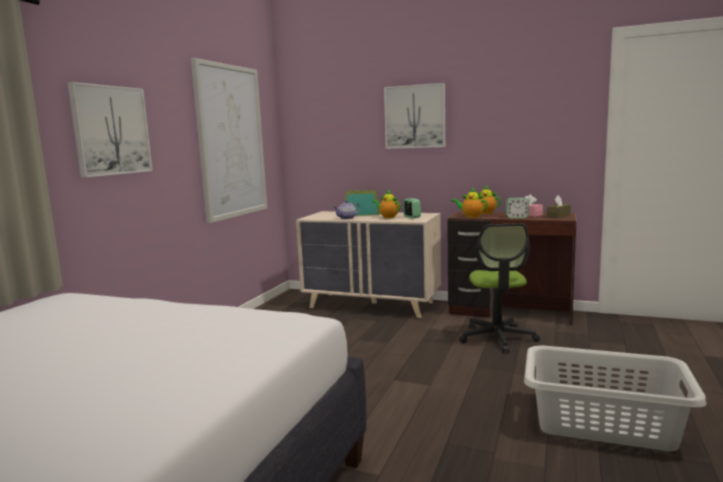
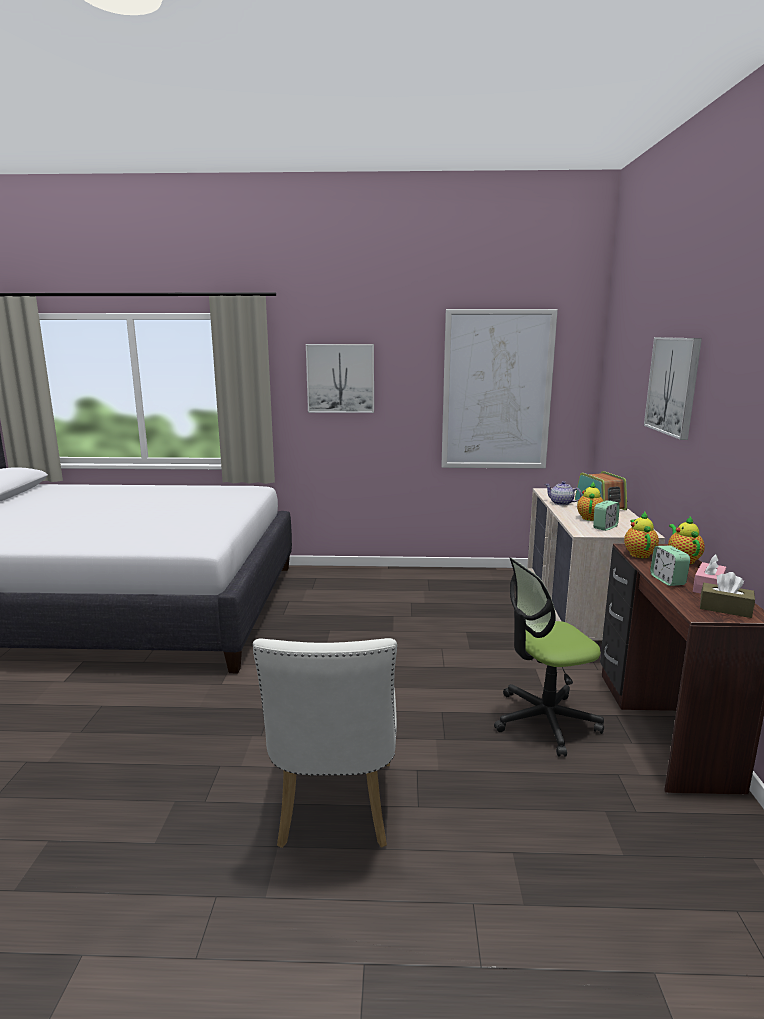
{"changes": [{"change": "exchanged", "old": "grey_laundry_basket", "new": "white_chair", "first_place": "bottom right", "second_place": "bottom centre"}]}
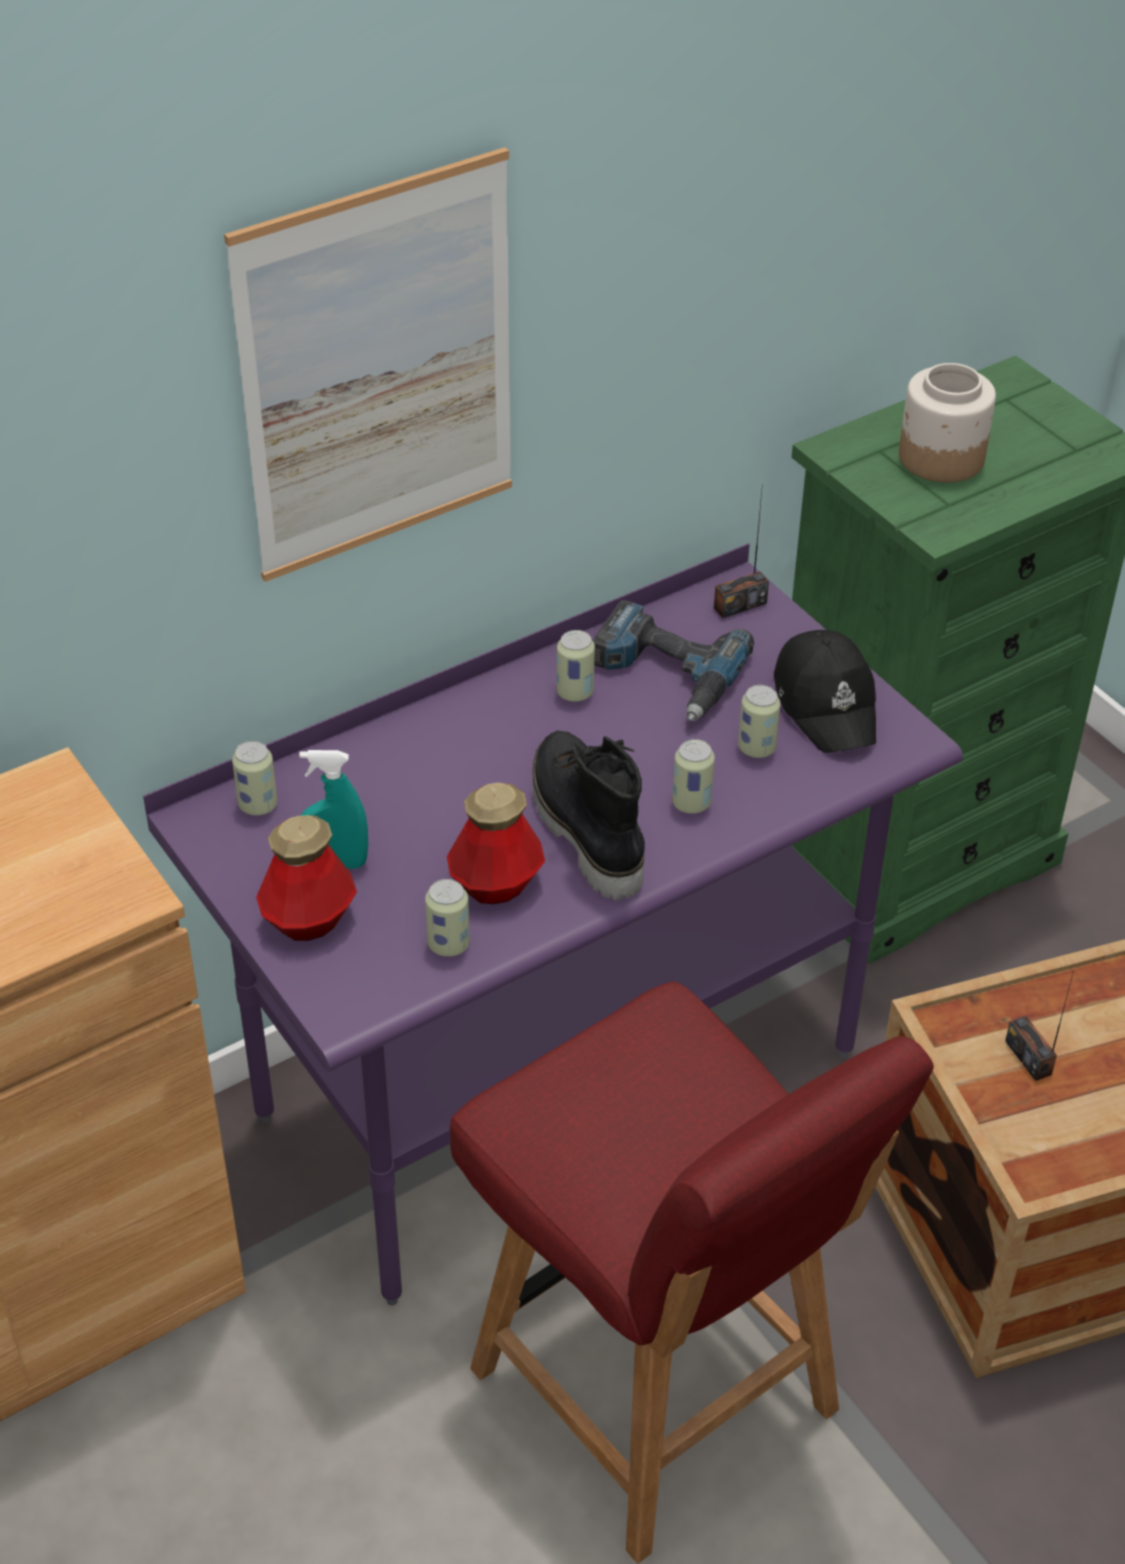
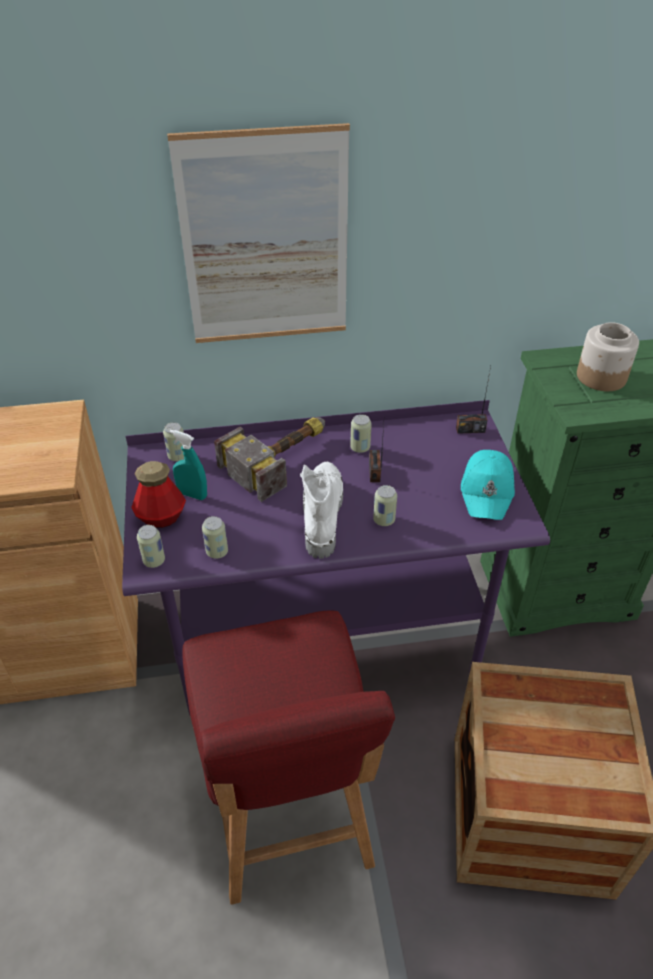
{"changes": [{"change": "relocated", "old": "can (no. 5 from left in the first image)", "new": "can (no. 1 from left)", "first_place": "middle right", "second_place": "middle left"}, {"change": "appeared", "new": "hammer", "second_place": "centre"}, {"change": "colour", "old": "black_boot", "new": "white_boot", "first_place": "centre", "second_place": "centre"}, {"change": "relocated", "old": "radio (no. 2 from left in the first image)", "new": "radio (no. 1 from left)", "first_place": "middle right", "second_place": "centre"}, {"change": "colour", "old": "black_cap", "new": "turquoise_cap", "first_place": "middle right", "second_place": "middle right"}, {"change": "missing", "old": "bottle (no. 2 from left)", "first_place": "centre"}, {"change": "missing", "old": "power_drill", "first_place": "centre"}]}
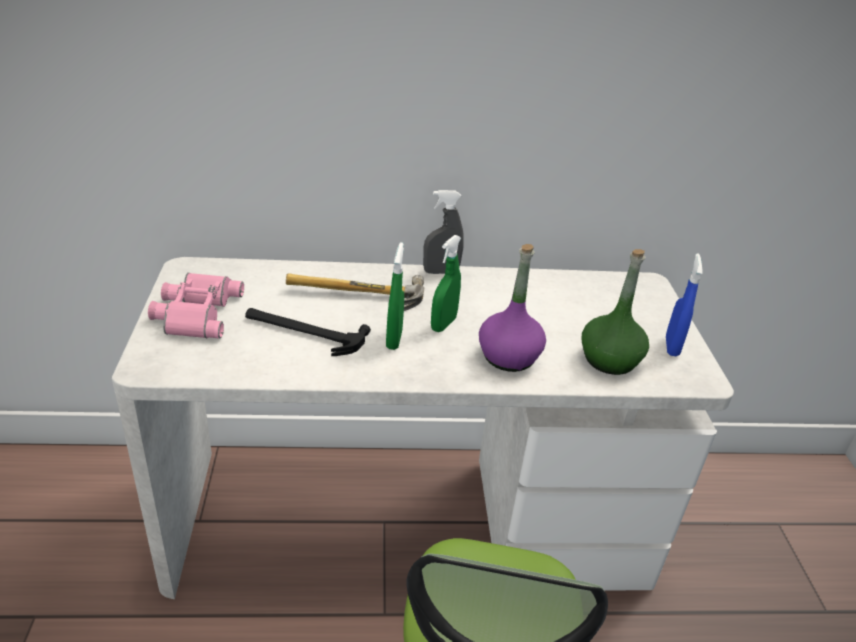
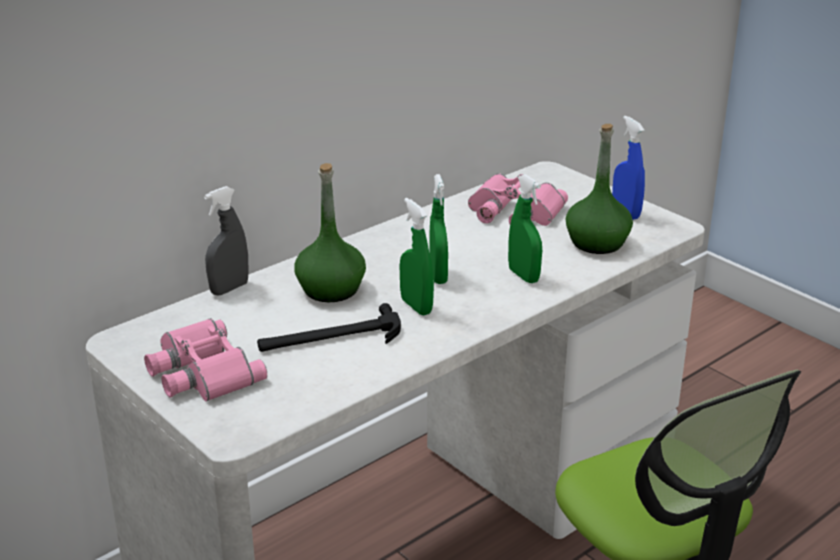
{"changes": [{"change": "relocated", "old": "grey_spray_bottle", "first_place": "centre", "second_place": "middle left"}, {"change": "exchanged", "old": "hammer (no. 2 from left)", "new": "green_bottle (no. 1 from left)", "first_place": "centre", "second_place": "centre"}, {"change": "appeared", "new": "pink_binoculars (no. 2 from left)", "second_place": "centre"}, {"change": "exchanged", "old": "purple_bottle", "new": "green_spray_bottle (no. 3 from left)", "first_place": "centre", "second_place": "centre"}]}
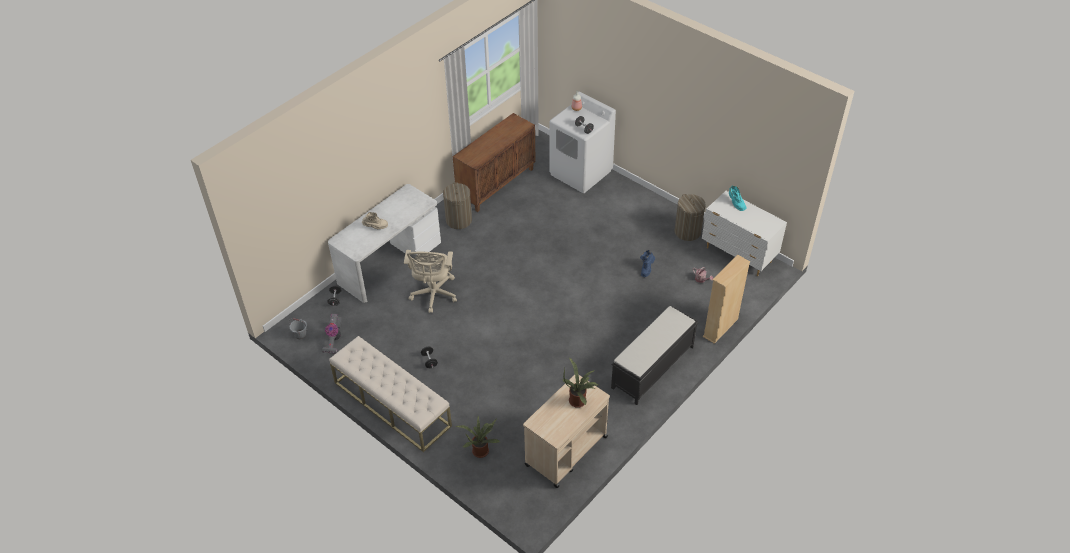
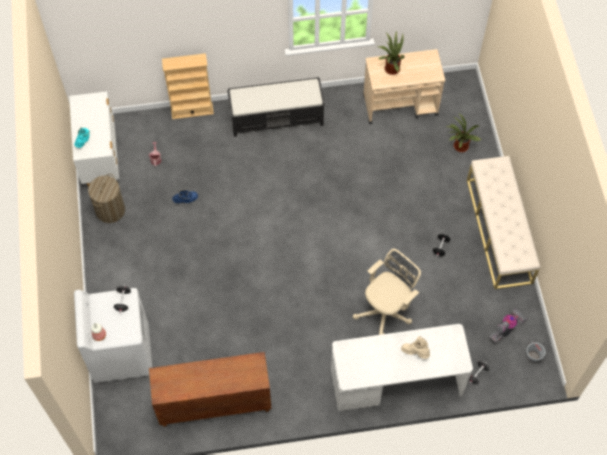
{"changes": [{"change": "missing", "old": "laundry_basket (no. 1 from left)", "first_place": "centre"}]}
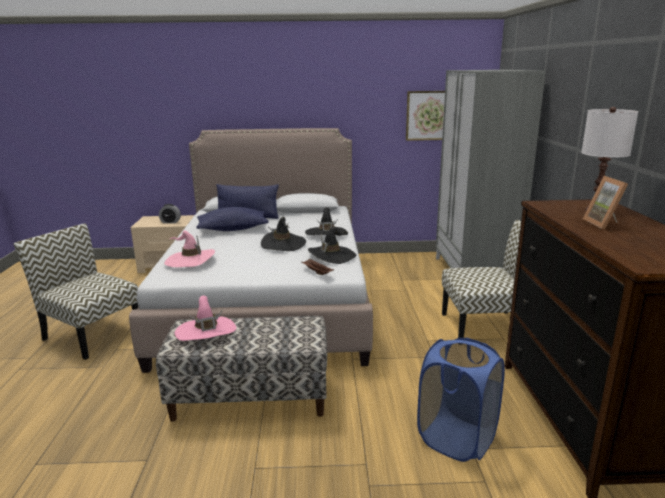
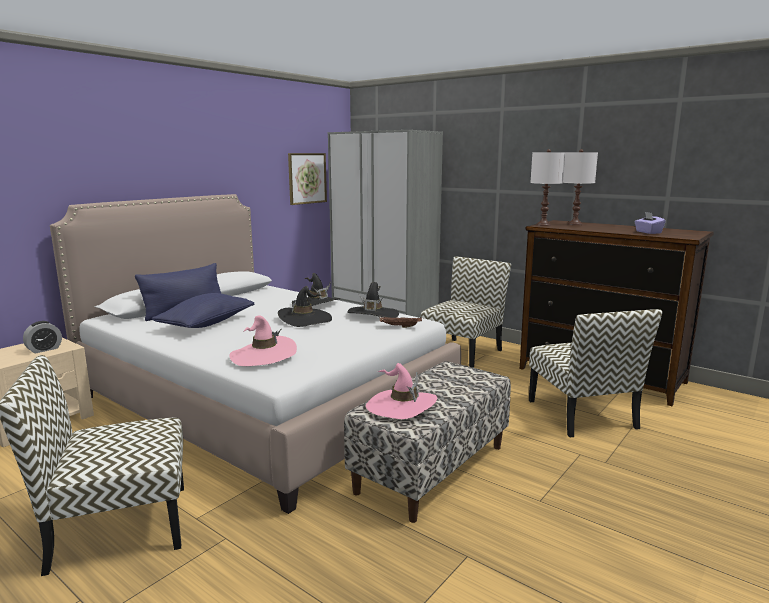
{"changes": [{"change": "exchanged", "old": "blue_laundry_basket", "new": "chair (no. 3 from left)", "first_place": "bottom right", "second_place": "middle right"}, {"change": "appeared", "new": "white_table_lamp (no. 1 from left)", "second_place": "top right"}, {"change": "appeared", "new": "purple_tissue_box", "second_place": "middle right"}, {"change": "missing", "old": "picture_frame", "first_place": "middle right"}]}
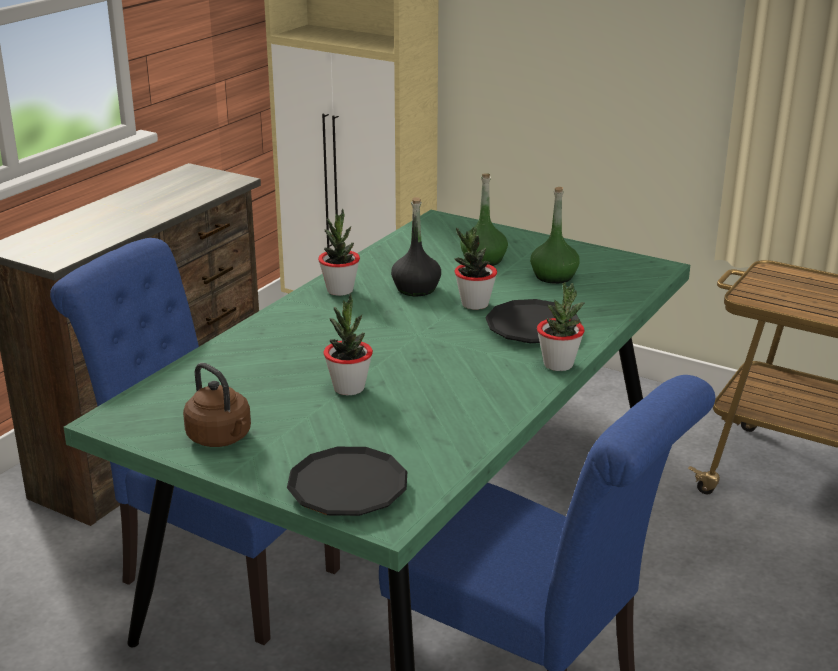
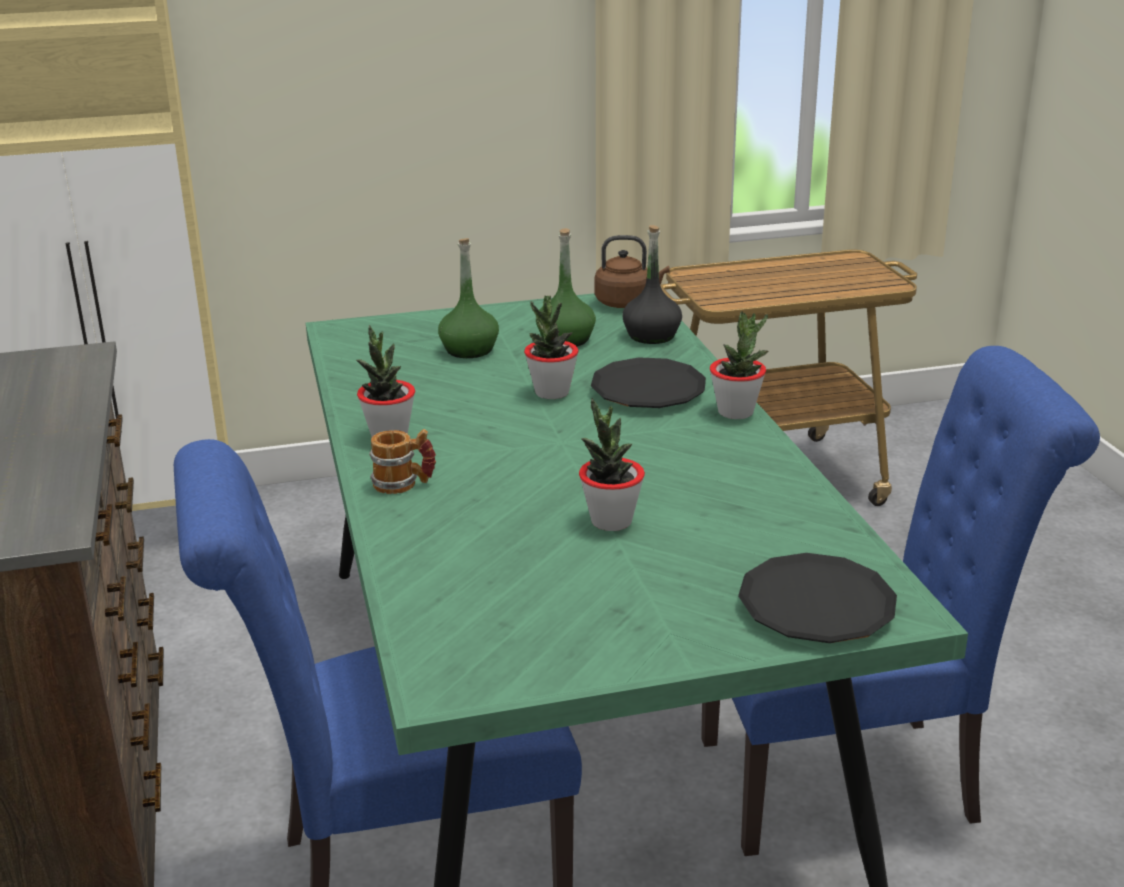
{"changes": [{"change": "appeared", "new": "mug", "second_place": "centre"}, {"change": "relocated", "old": "brown_kettle", "first_place": "middle left", "second_place": "top centre"}, {"change": "relocated", "old": "black_bottle", "first_place": "centre", "second_place": "top centre"}]}
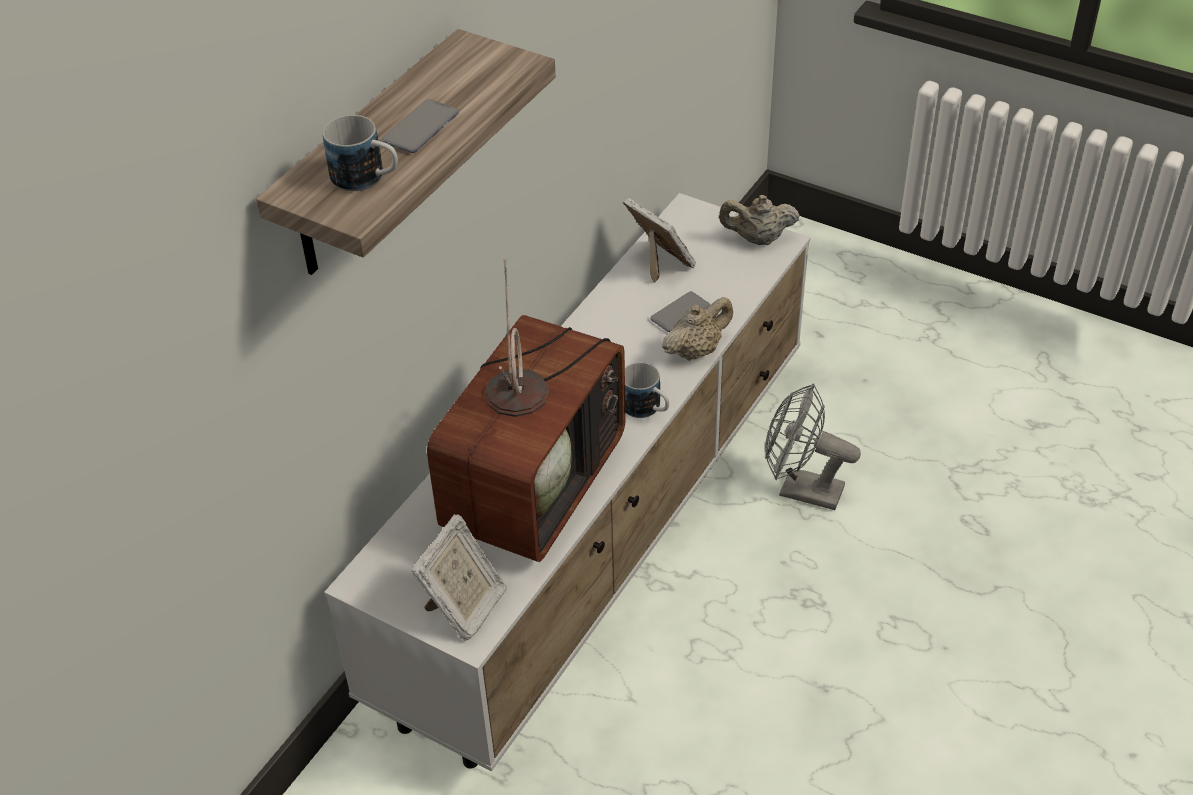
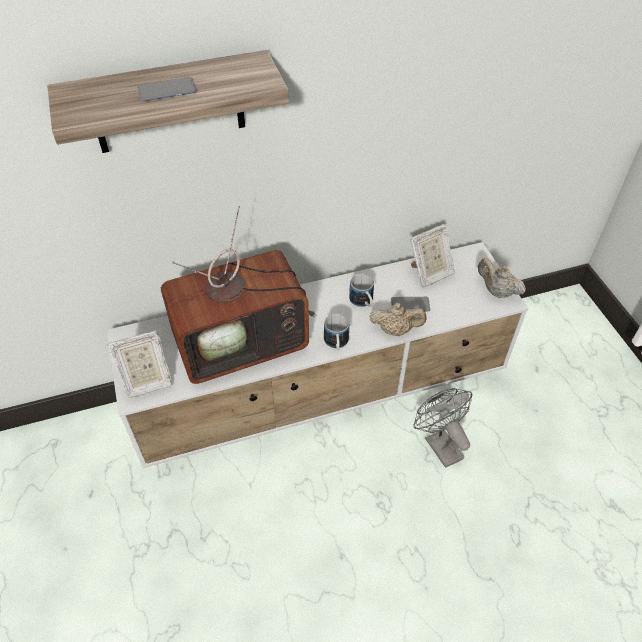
{"changes": [{"change": "relocated", "old": "mug (no. 1 from left in the first image)", "new": "mug (no. 2 from left)", "first_place": "top left", "second_place": "centre"}, {"change": "spun", "old": "picture_frame (no. 2 from left)", "first_place": "top centre", "second_place": "middle right", "degrees": 60}]}
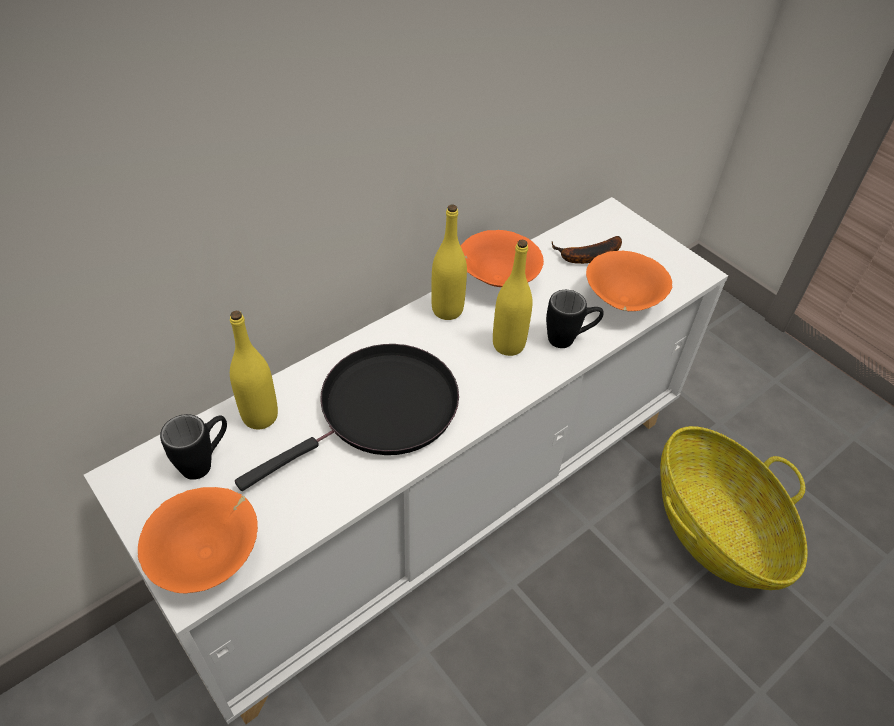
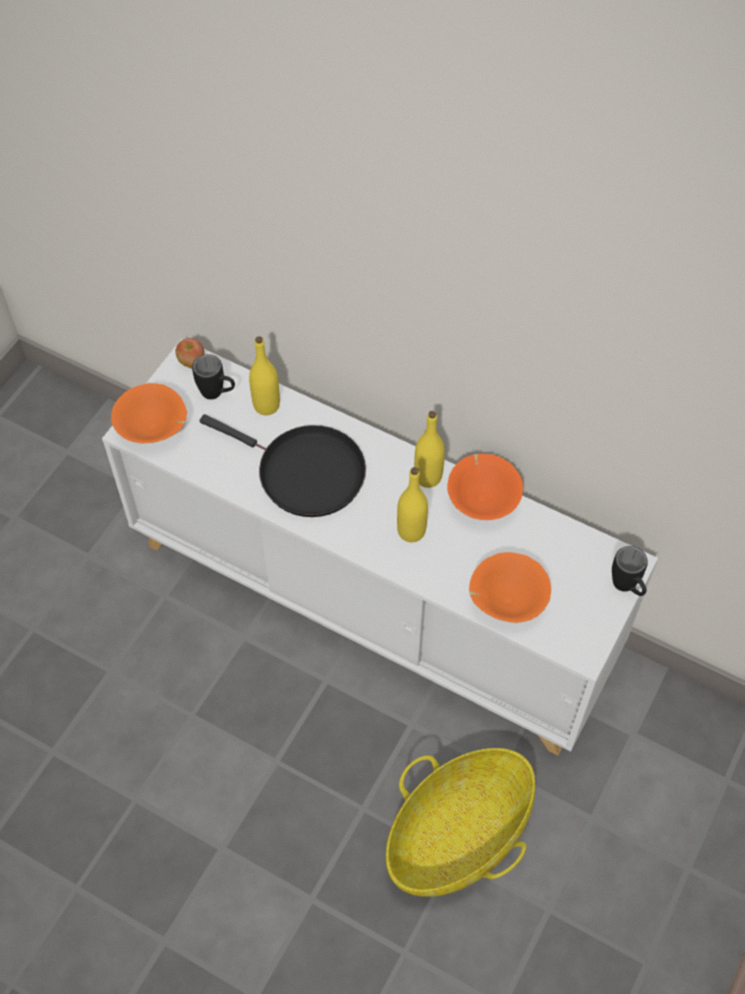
{"changes": [{"change": "appeared", "new": "apple", "second_place": "middle left"}, {"change": "relocated", "old": "black_mug (no. 2 from left)", "first_place": "centre", "second_place": "middle right"}, {"change": "missing", "old": "banana", "first_place": "centre"}]}
